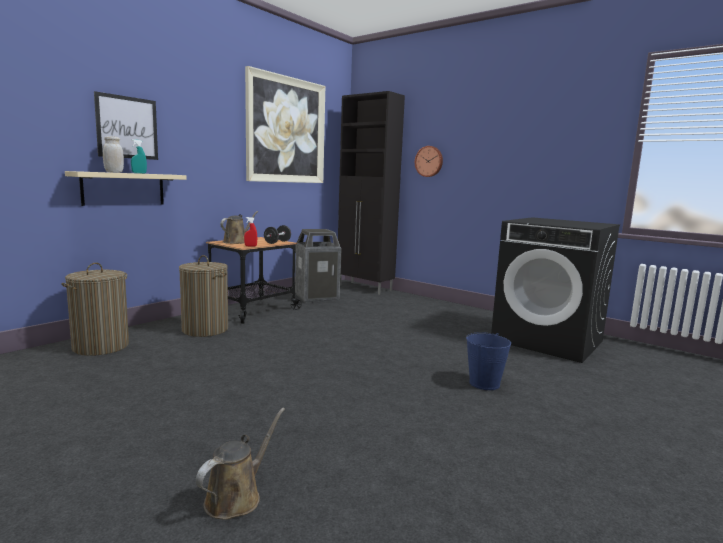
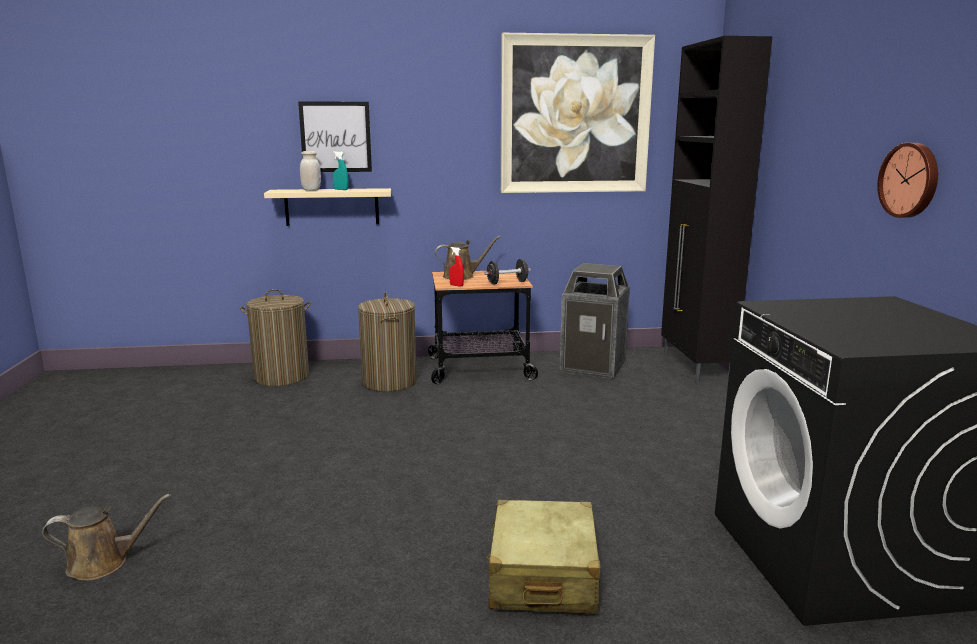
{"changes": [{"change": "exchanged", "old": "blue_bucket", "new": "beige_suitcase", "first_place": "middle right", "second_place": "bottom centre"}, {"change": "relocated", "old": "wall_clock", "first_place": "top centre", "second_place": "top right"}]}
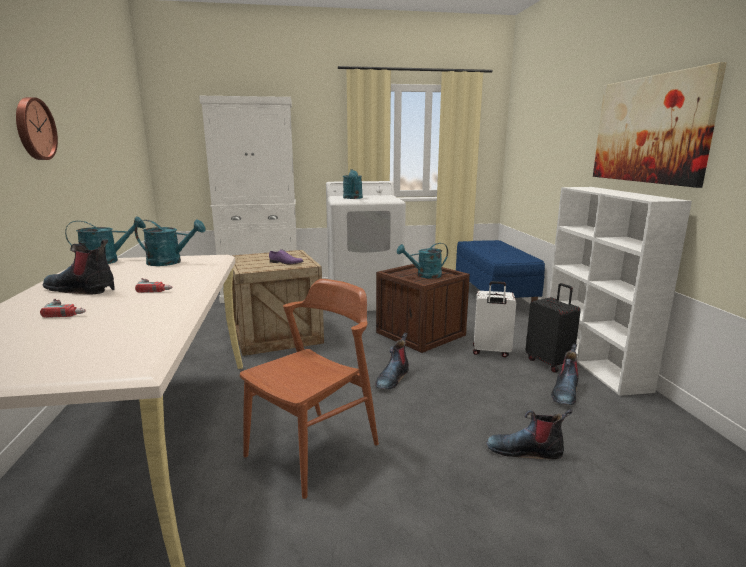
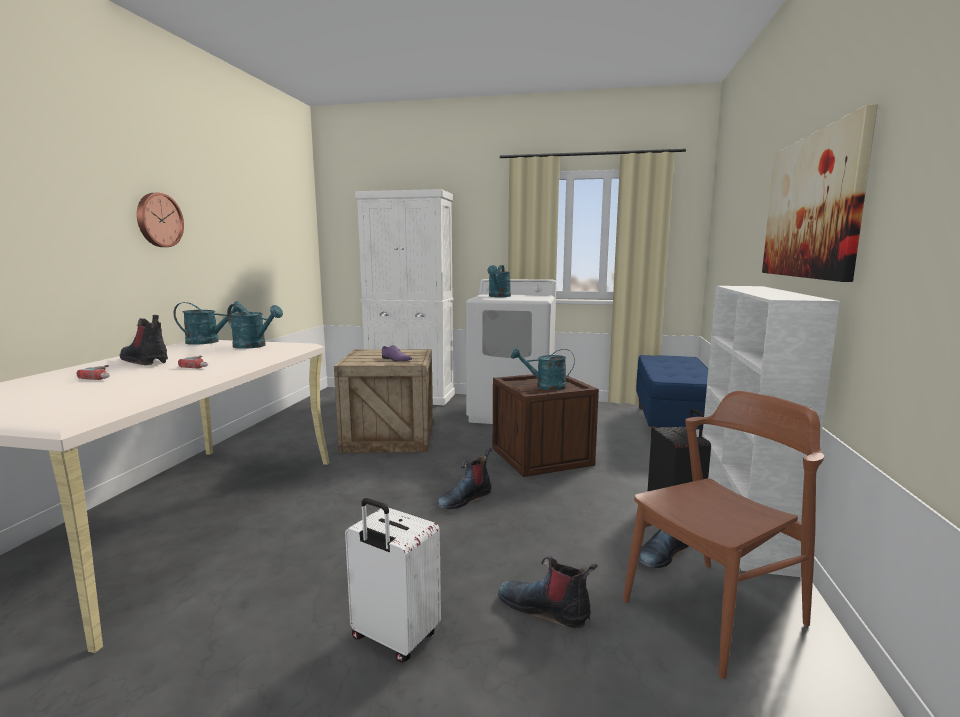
{"changes": [{"change": "relocated", "old": "white_suitcase", "first_place": "centre", "second_place": "bottom centre"}, {"change": "relocated", "old": "brown_chair", "first_place": "bottom centre", "second_place": "bottom right"}]}
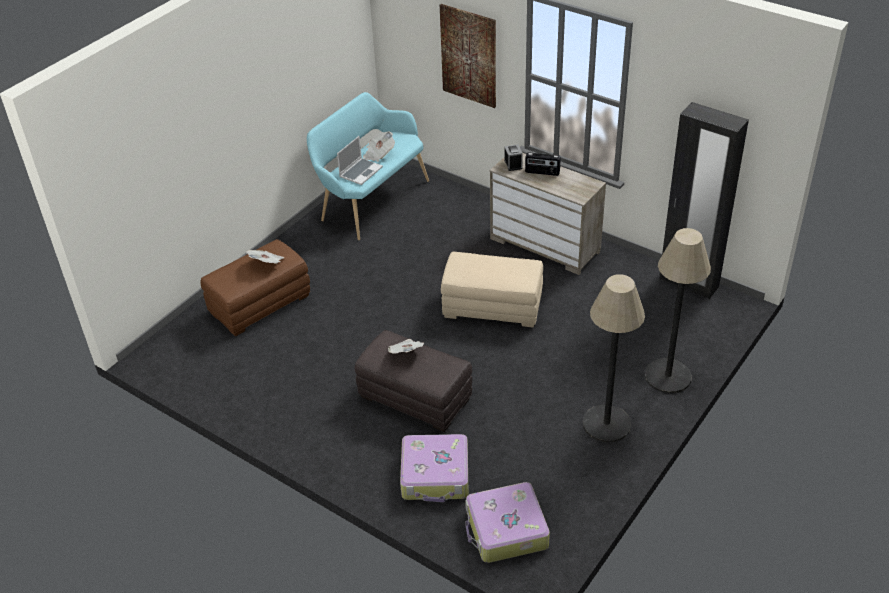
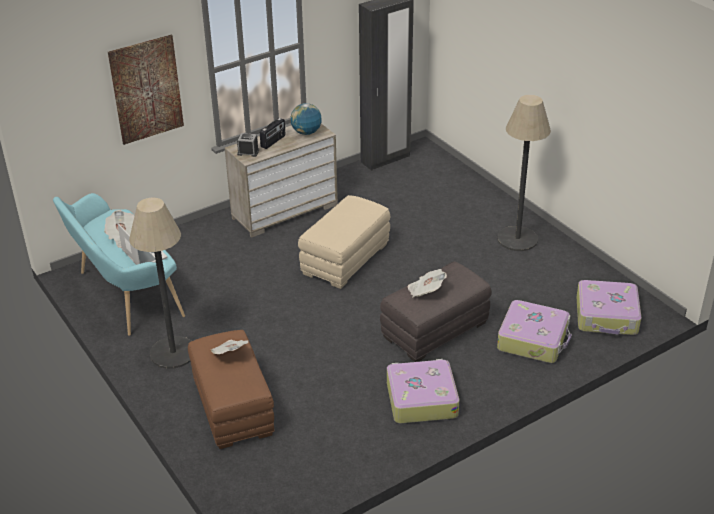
{"changes": [{"change": "relocated", "old": "floor_lamp (no. 2 from left in the first image)", "new": "floor_lamp (no. 1 from left)", "first_place": "middle right", "second_place": "middle left"}, {"change": "appeared", "new": "globe", "second_place": "top centre"}, {"change": "appeared", "new": "suitcase (no. 1 from left)", "second_place": "bottom centre"}]}
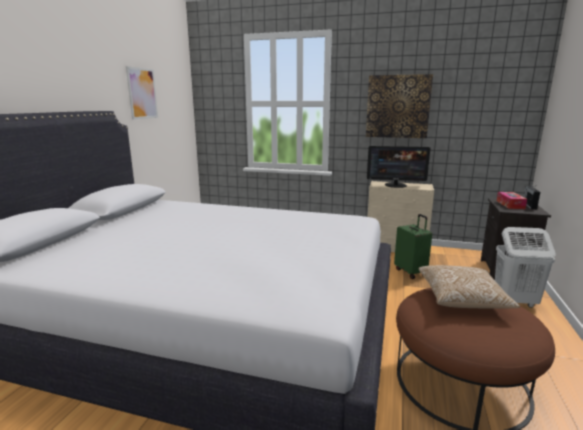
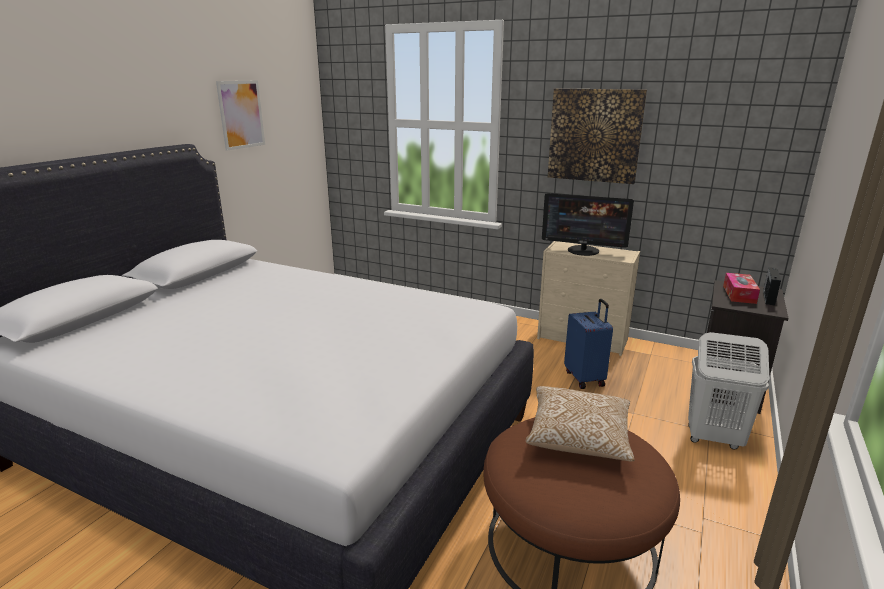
{"changes": [{"change": "colour", "old": "green_suitcase", "new": "blue_suitcase", "first_place": "middle right", "second_place": "centre"}]}
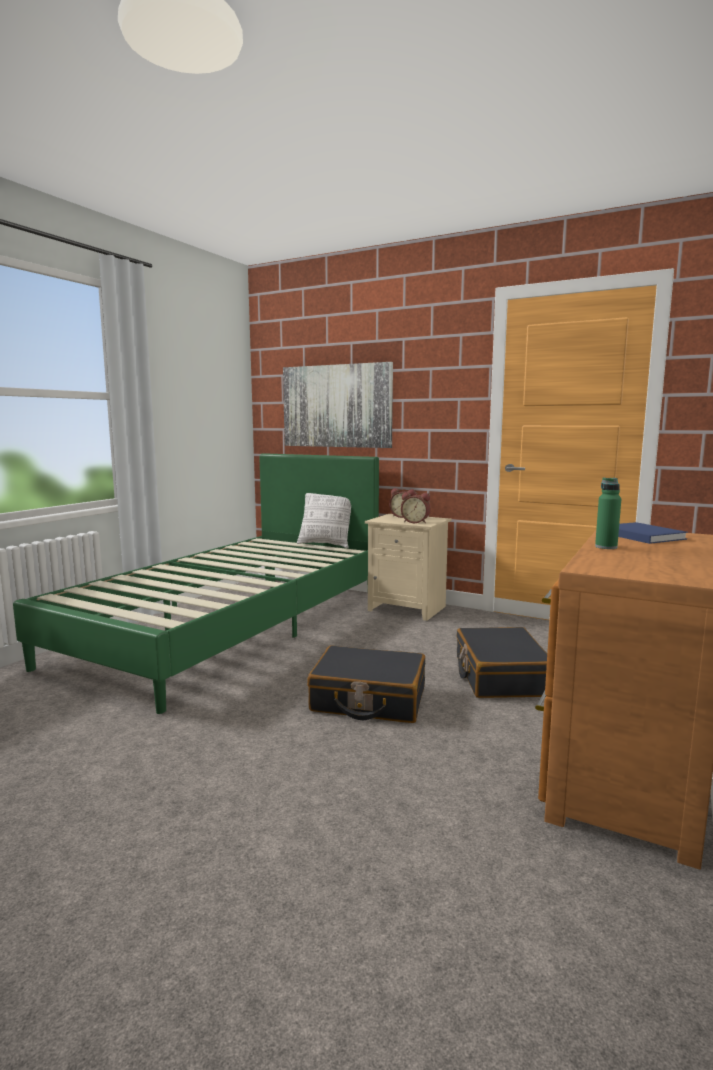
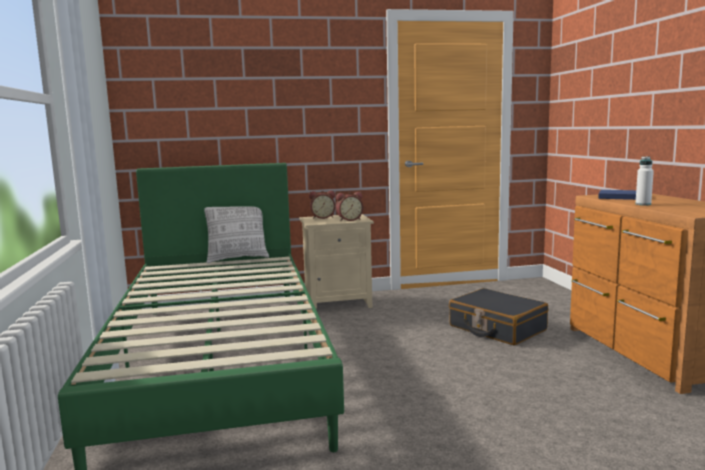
{"changes": [{"change": "colour", "old": "green_bottle", "new": "white_bottle", "first_place": "middle right", "second_place": "middle right"}, {"change": "missing", "old": "picture", "first_place": "centre"}, {"change": "missing", "old": "black_suitcase (no. 1 from left)", "first_place": "centre"}]}
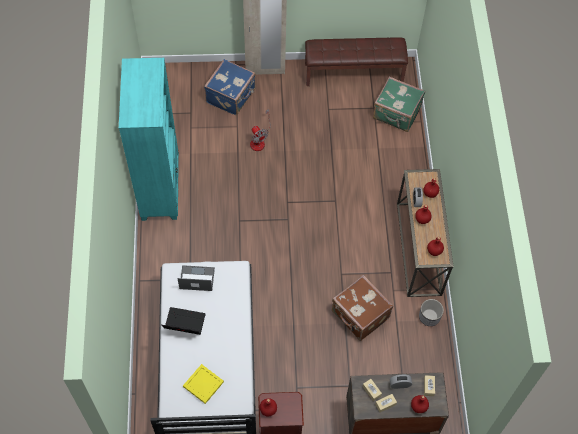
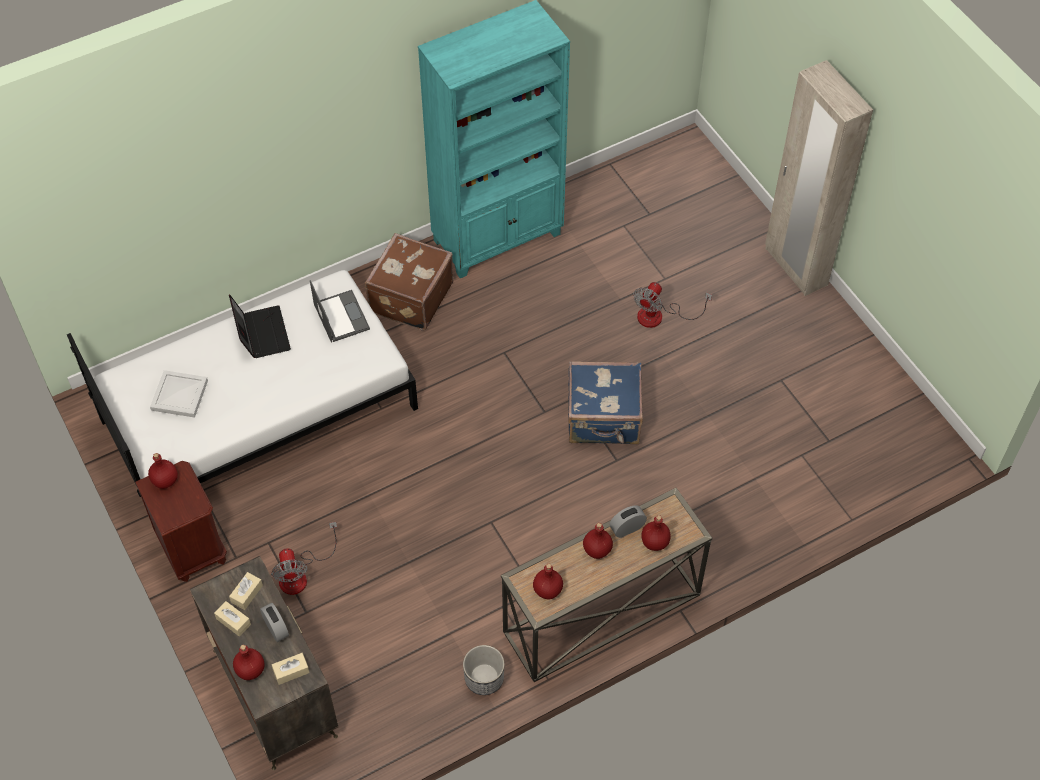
{"changes": [{"change": "colour", "old": "yellow_tray", "new": "white_tray", "first_place": "bottom centre", "second_place": "middle left"}, {"change": "appeared", "new": "fan (no. 1 from left)", "second_place": "bottom left"}, {"change": "relocated", "old": "brown_suitcase", "first_place": "bottom centre", "second_place": "centre"}, {"change": "relocated", "old": "blue_suitcase", "first_place": "top centre", "second_place": "centre"}, {"change": "missing", "old": "brown_bench", "first_place": "top centre"}, {"change": "missing", "old": "green_suitcase", "first_place": "top right"}]}
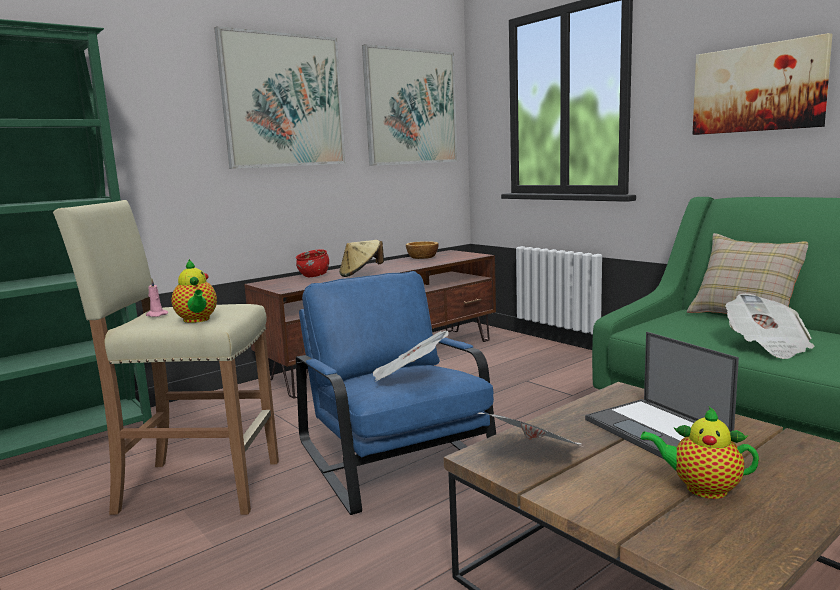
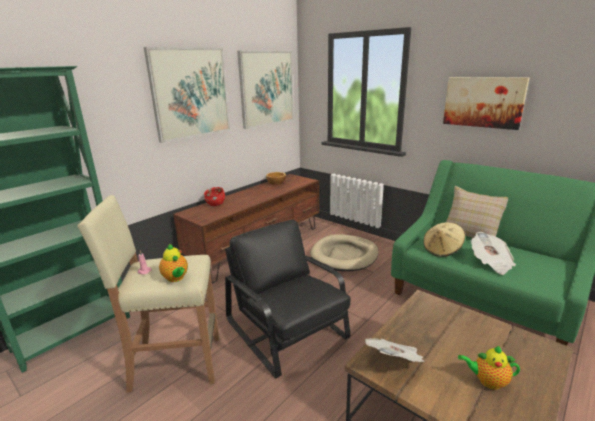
{"changes": [{"change": "colour", "old": "blue_armchair", "new": "black_armchair", "first_place": "centre", "second_place": "bottom centre"}, {"change": "appeared", "new": "beige_dog_bed", "second_place": "centre"}, {"change": "relocated", "old": "beige_hat", "first_place": "centre", "second_place": "middle right"}, {"change": "missing", "old": "newspaper (no. 1 from left)", "first_place": "centre"}, {"change": "missing", "old": "laptop", "first_place": "bottom right"}]}
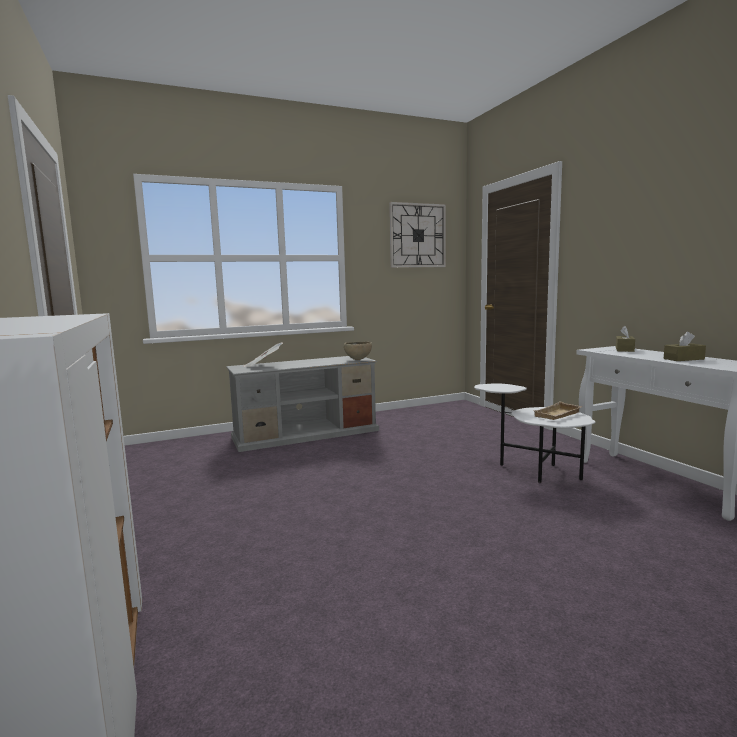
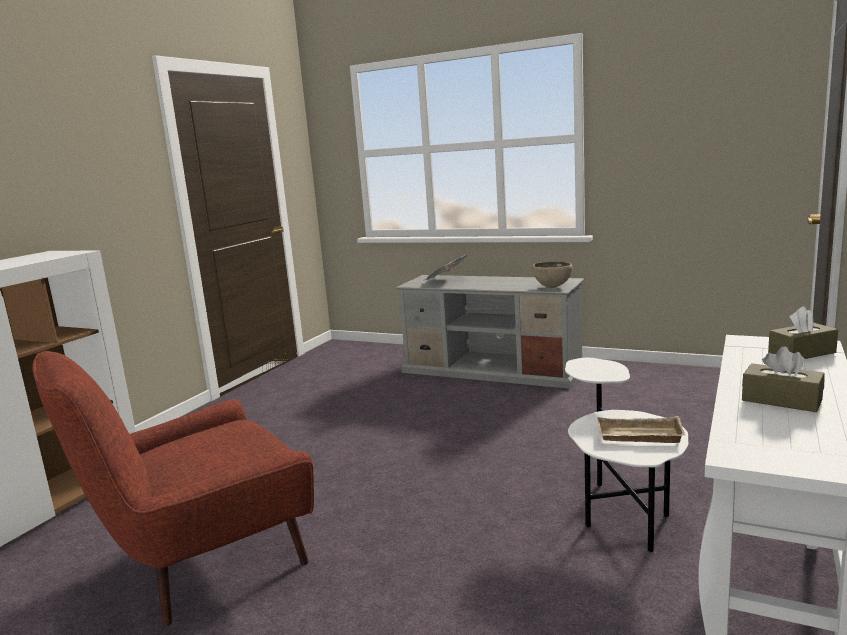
{"changes": [{"change": "appeared", "new": "red_armchair", "second_place": "bottom left"}, {"change": "missing", "old": "wall_clock", "first_place": "top centre"}]}
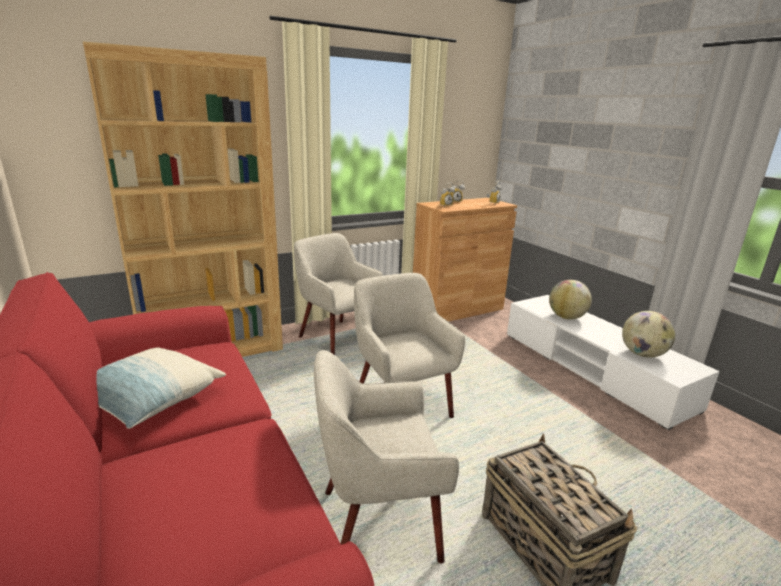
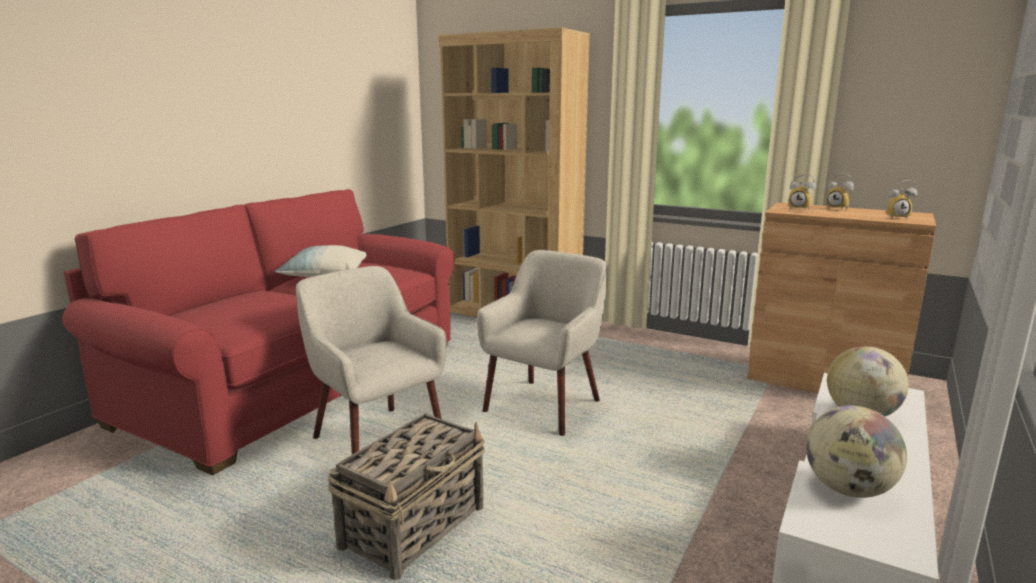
{"changes": [{"change": "missing", "old": "beige_armchair (no. 1 from left)", "first_place": "centre"}]}
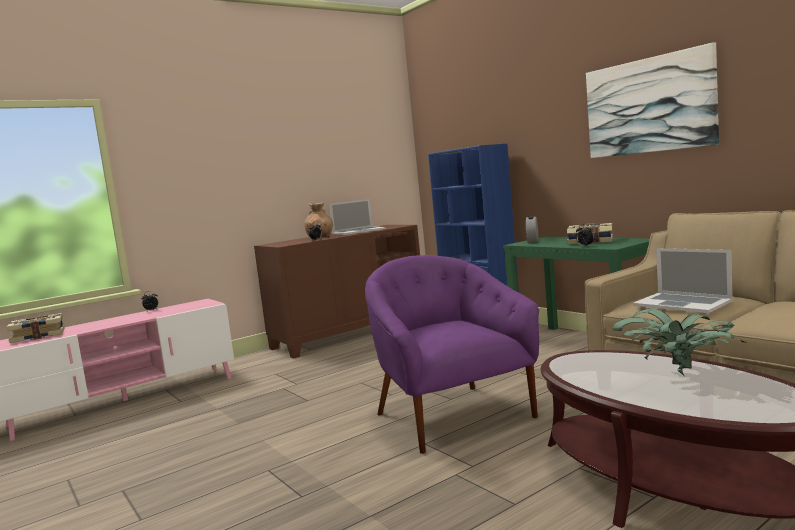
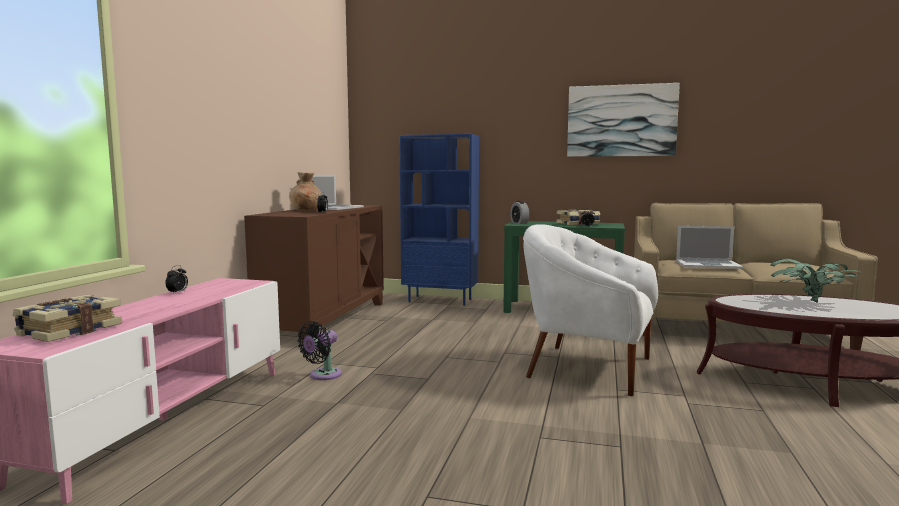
{"changes": [{"change": "appeared", "new": "black_fan", "second_place": "bottom centre"}, {"change": "colour", "old": "purple_armchair", "new": "white_armchair", "first_place": "bottom centre", "second_place": "centre"}]}
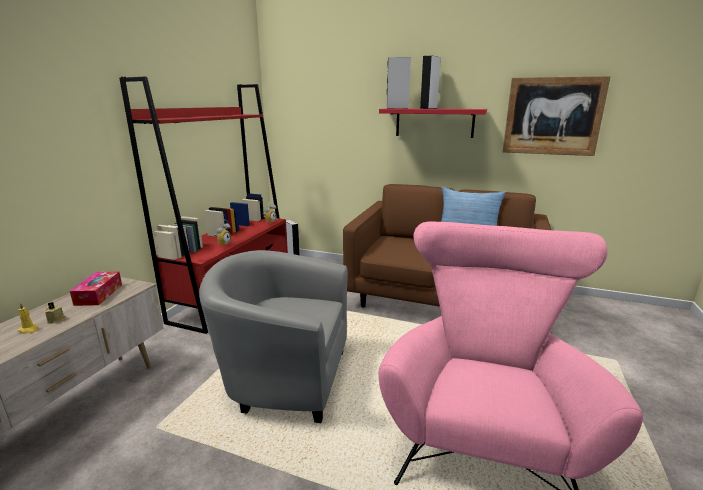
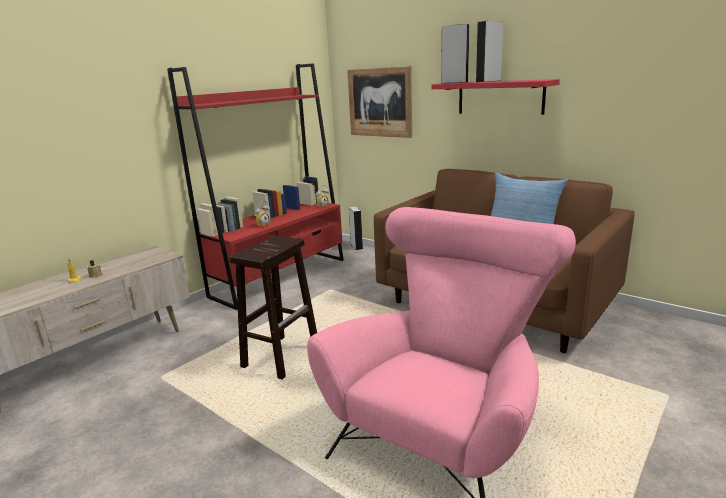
{"changes": [{"change": "exchanged", "old": "grey_armchair", "new": "brown_stool", "first_place": "bottom centre", "second_place": "centre"}, {"change": "relocated", "old": "picture", "first_place": "top right", "second_place": "top centre"}, {"change": "missing", "old": "tissue_box", "first_place": "middle left"}]}
